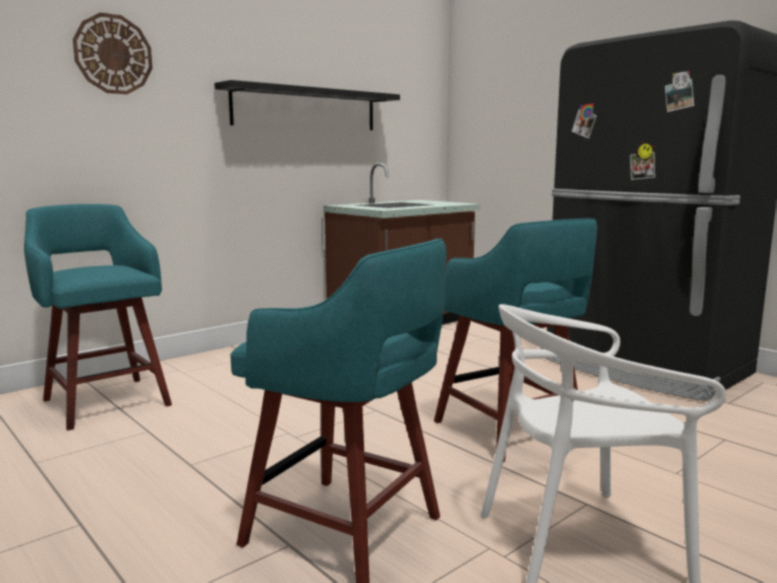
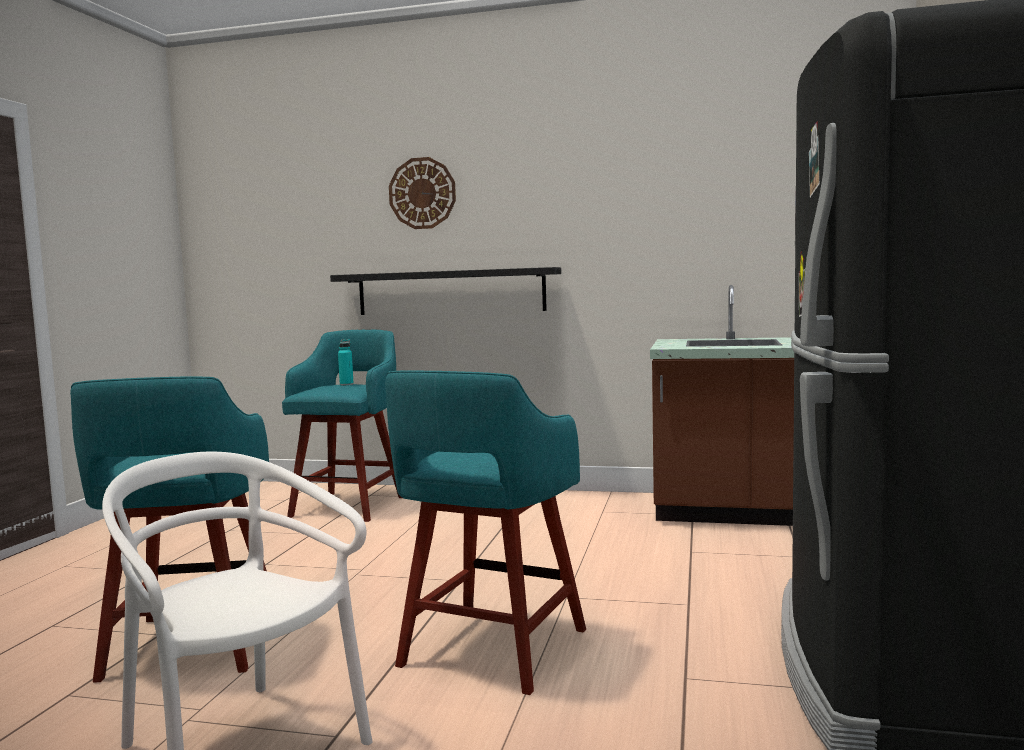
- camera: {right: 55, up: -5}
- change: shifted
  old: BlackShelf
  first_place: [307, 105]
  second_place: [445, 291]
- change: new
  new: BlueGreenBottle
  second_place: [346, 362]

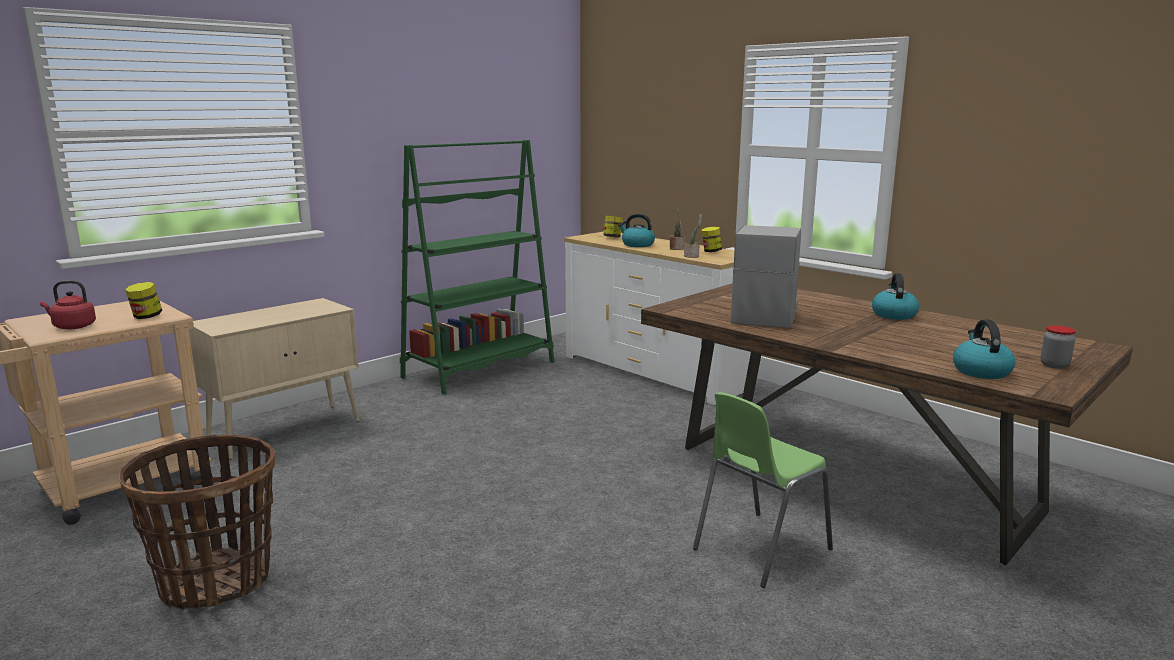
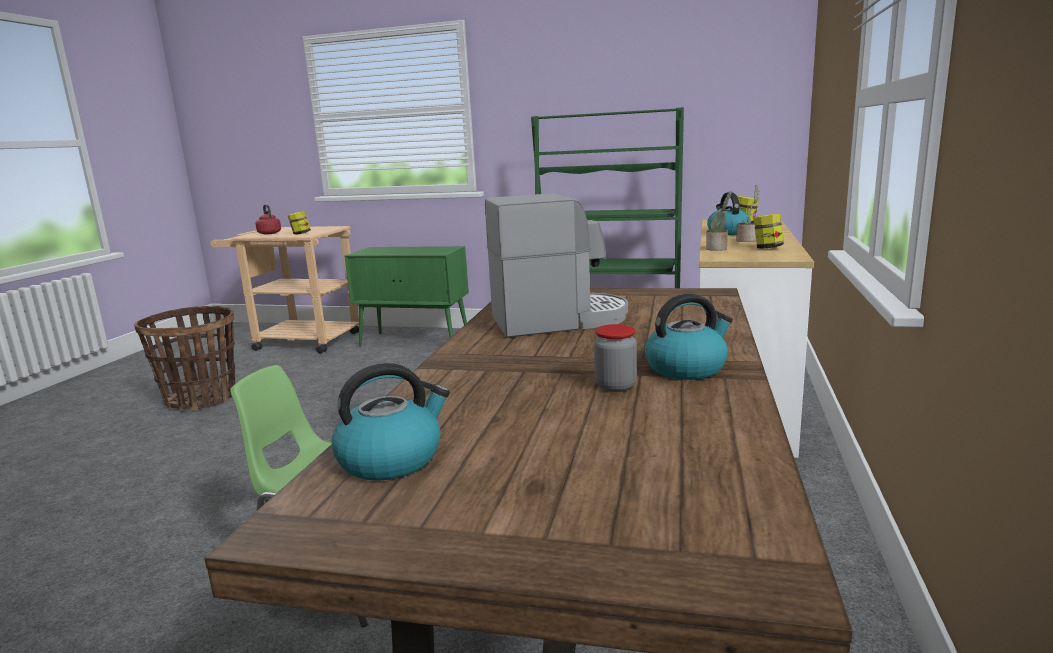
- camera: {right: 60, up: 0}
- change: repainted
  old: BeigeColouredStorageCabinet
  new: GreenStorageCabinet
  first_place: [274, 379]
  second_place: [407, 296]
- change: shifted
  old: StorageJar
  first_place: [1058, 347]
  second_place: [615, 358]

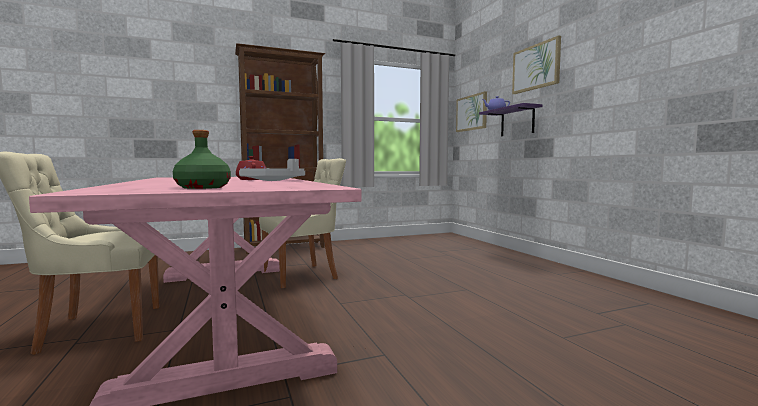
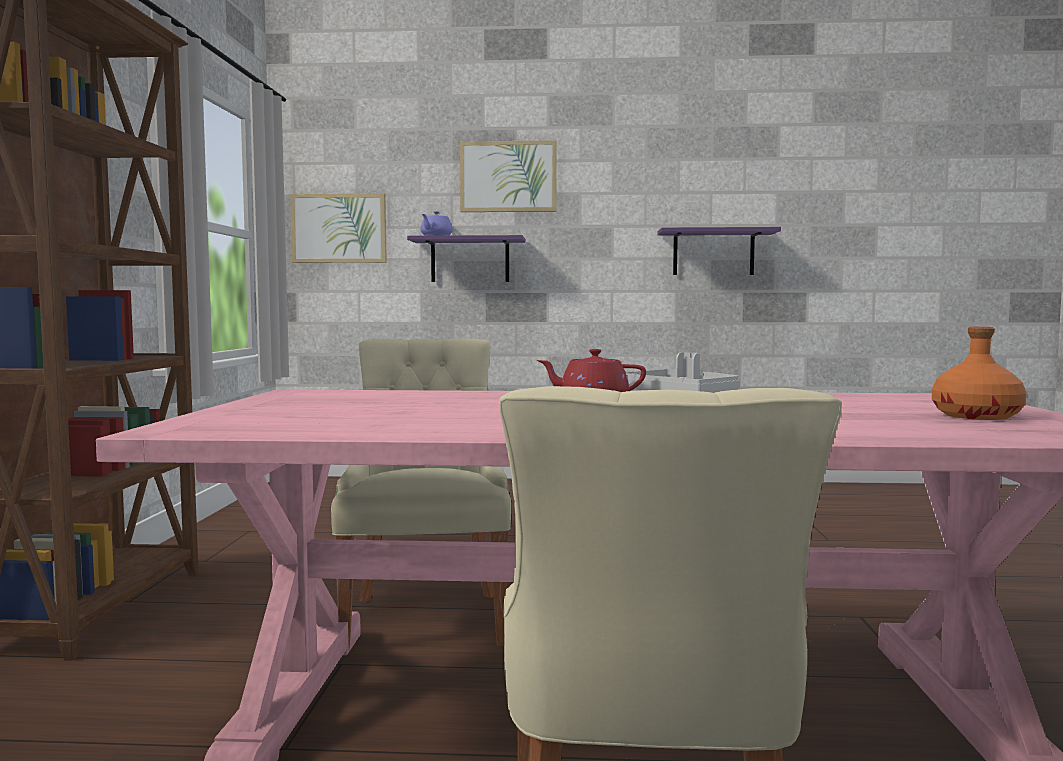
- camera: {right: -65, up: 0}
- change: new
  new: PurplishShelf
  second_place: [719, 251]
- change: repainted
  old: GreenBottle
  new: OrangeColouredBottle
  first_place: [202, 159]
  second_place: [979, 373]

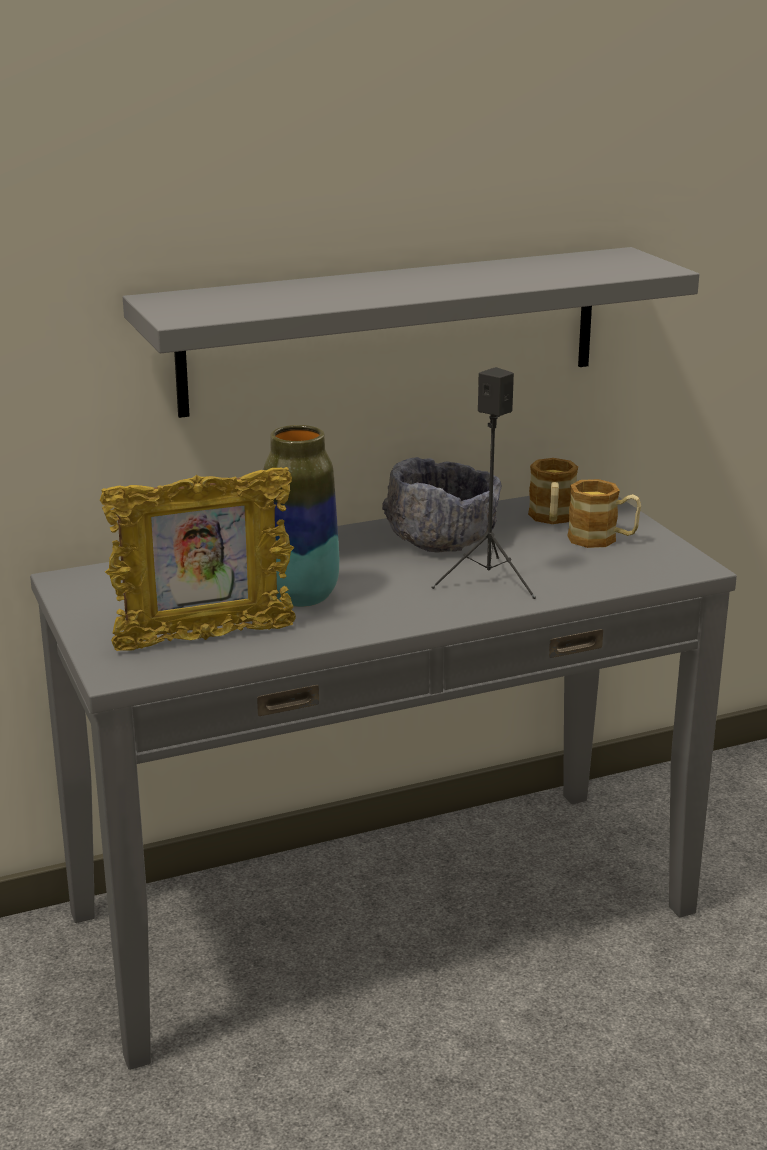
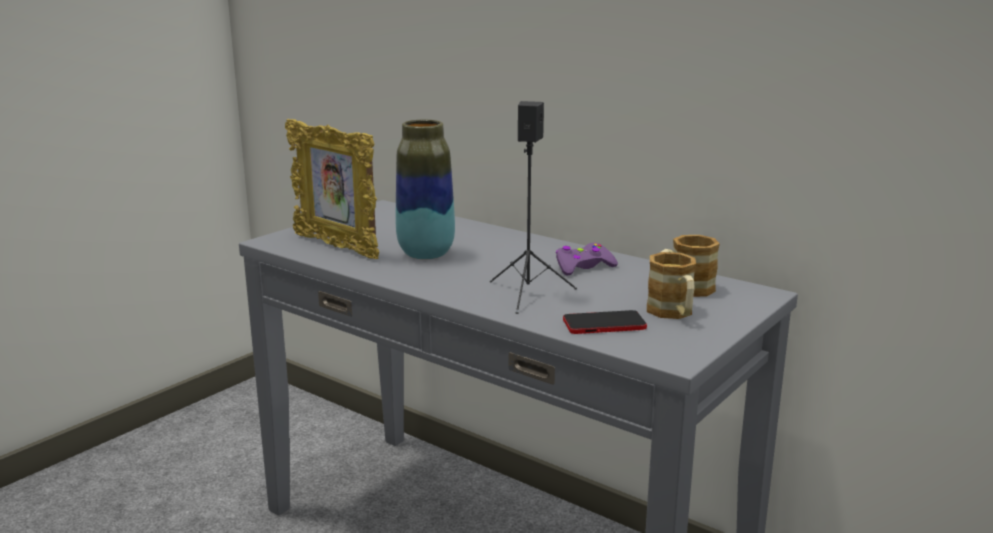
- camera: {right: 60, up: -5}
- change: swapped
  old: GreyishBowl
  new: PurplishJoypad
  first_place: [442, 505]
  second_place: [587, 259]
- change: new
  new: Phone
  second_place: [605, 322]
- change: gone
  old: GreyishShelf
  first_place: [411, 332]

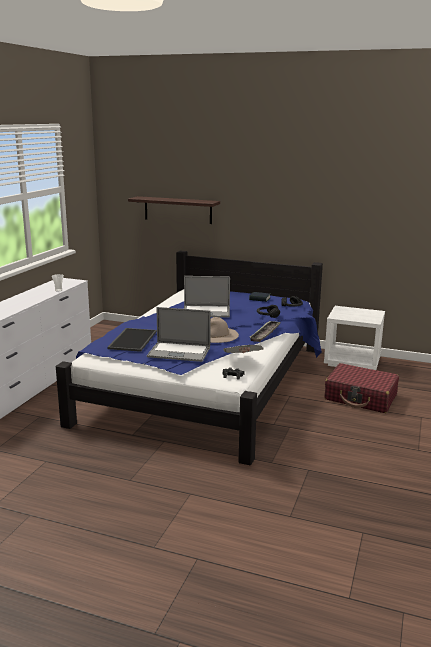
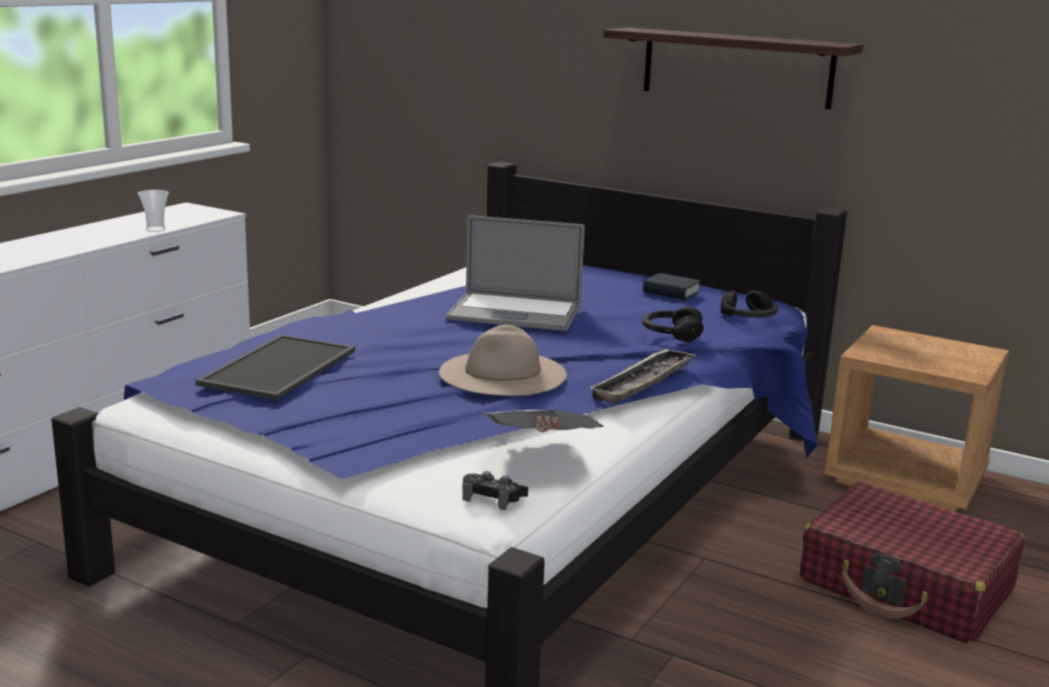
- camera: {right: 10, up: 0}
- change: shifted
  old: Shelf
  first_place: [174, 210]
  second_place: [733, 68]
- change: repainted
  old: WhiteColouredNightTable
  new: BrownColouredNightTable
  first_place: [354, 338]
  second_place: [916, 418]
- change: gone
  old: PortableComputer
  first_place: [179, 334]

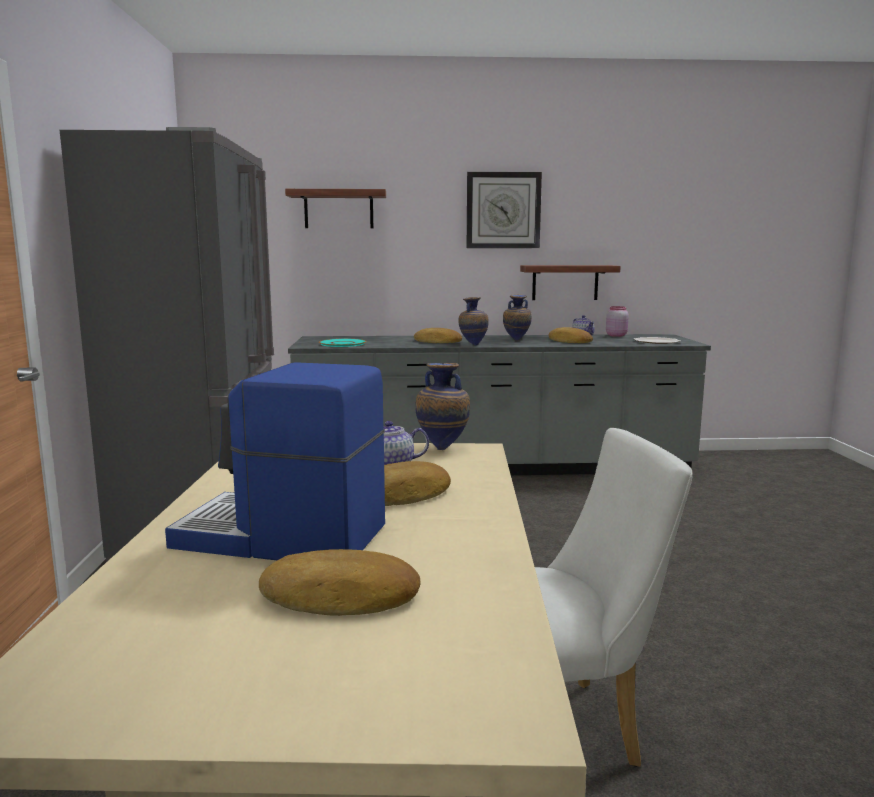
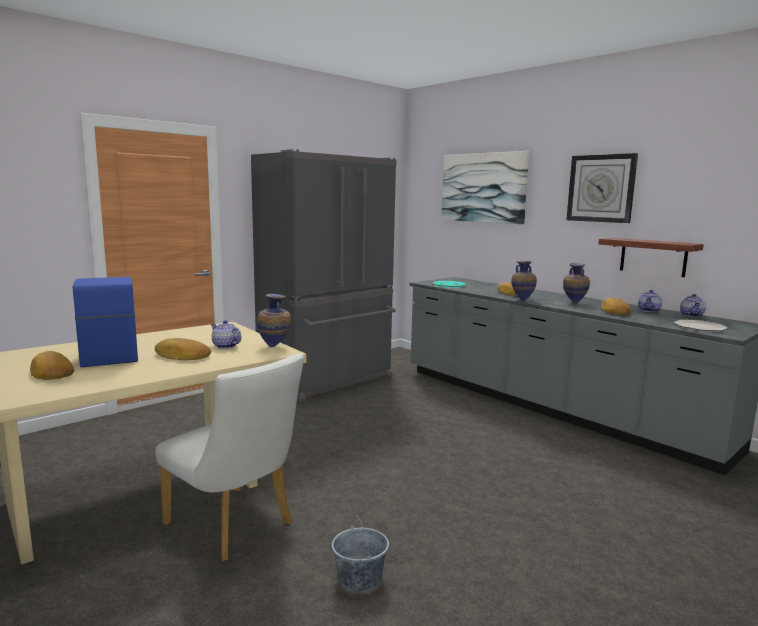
- camera: {right: 50, up: 0}
- change: new
  new: GreyishBucket
  second_place: [360, 553]
- change: swapped
  old: Shelf
  new: WallPicture
  first_place: [335, 208]
  second_place: [485, 187]
- change: swapped
  old: PinkColouredStorageJar
  new: PotForTea
  first_place: [617, 321]
  second_place: [693, 305]

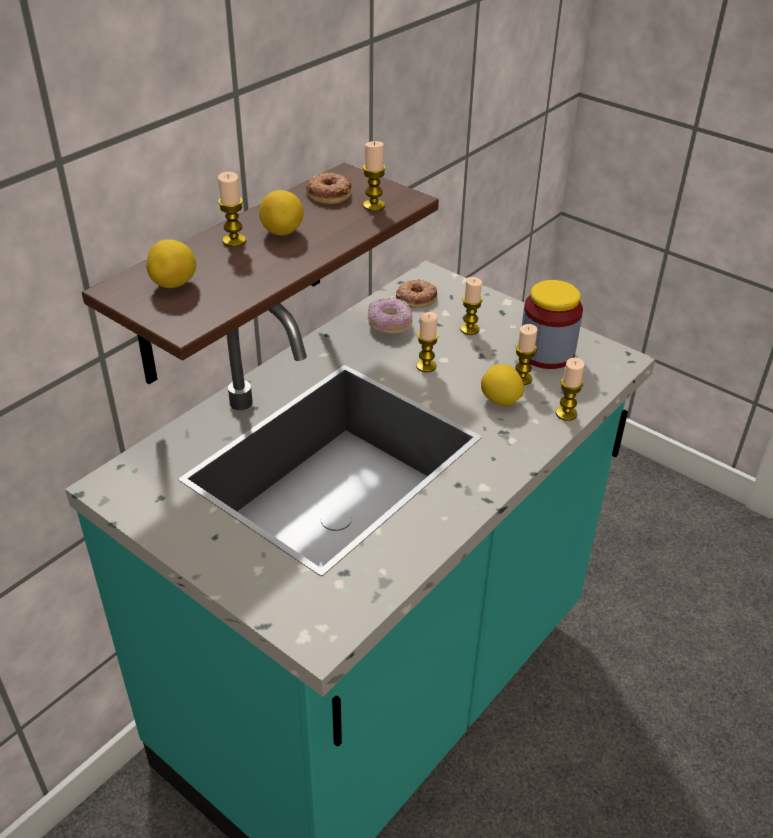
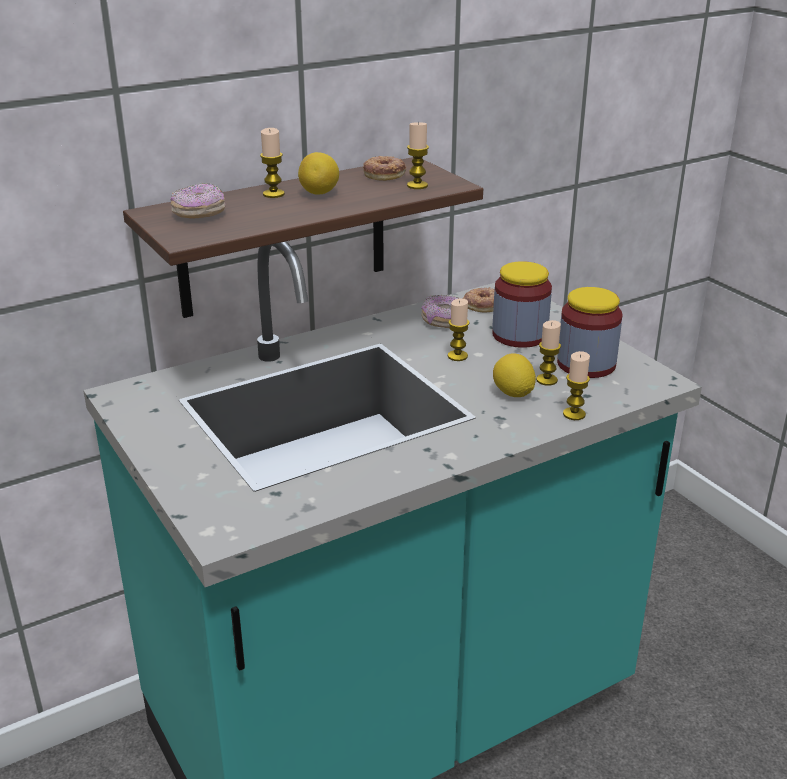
- camera: {right: 20, up: -10}
- change: swapped
  old: WholeLemon
  new: Doughnut
  first_place: [171, 263]
  second_place: [197, 201]
- change: swapped
  old: WaxCandle
  new: StorageJar
  first_place: [471, 306]
  second_place: [522, 304]

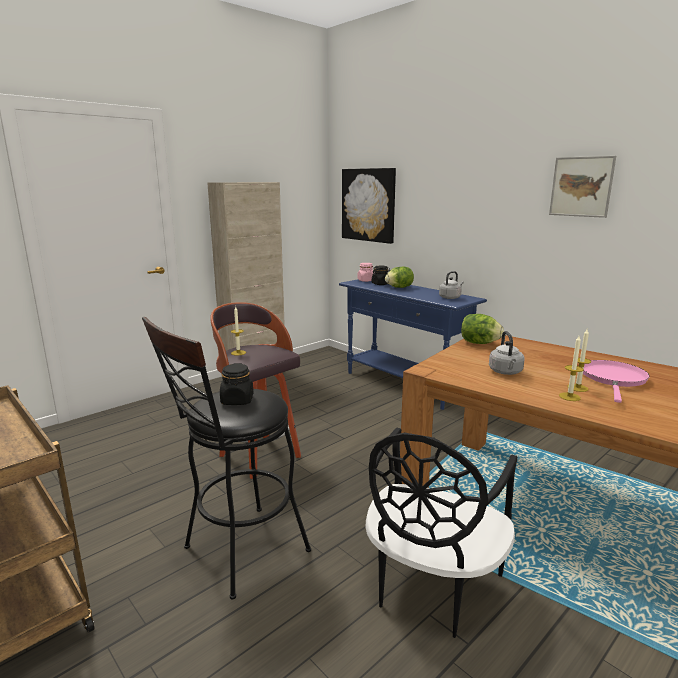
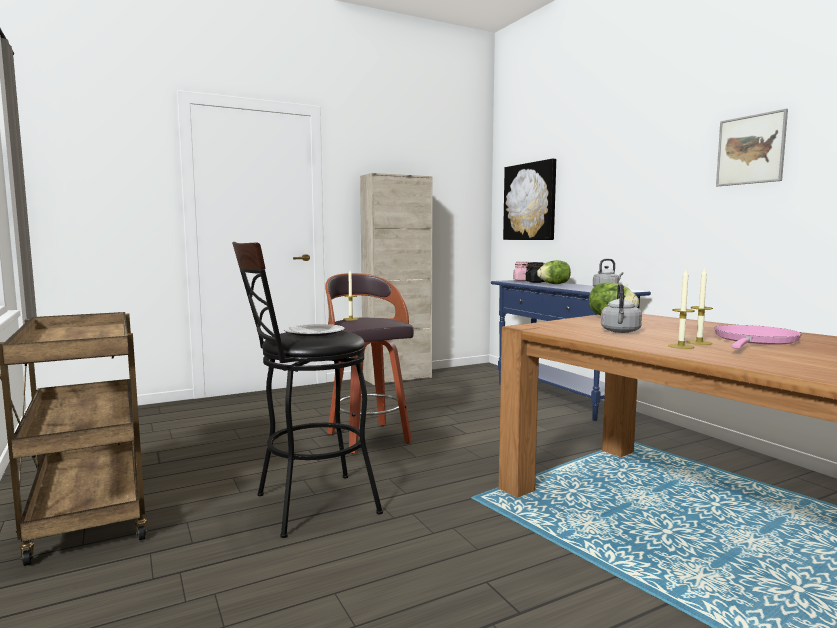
- camera: {right: 15, up: -10}
- change: swapped
  old: BlackStorageJar
  new: FlatDish
  first_place: [236, 384]
  second_place: [314, 330]
- change: gone
  old: BlackUprightChair
  first_place: [441, 533]

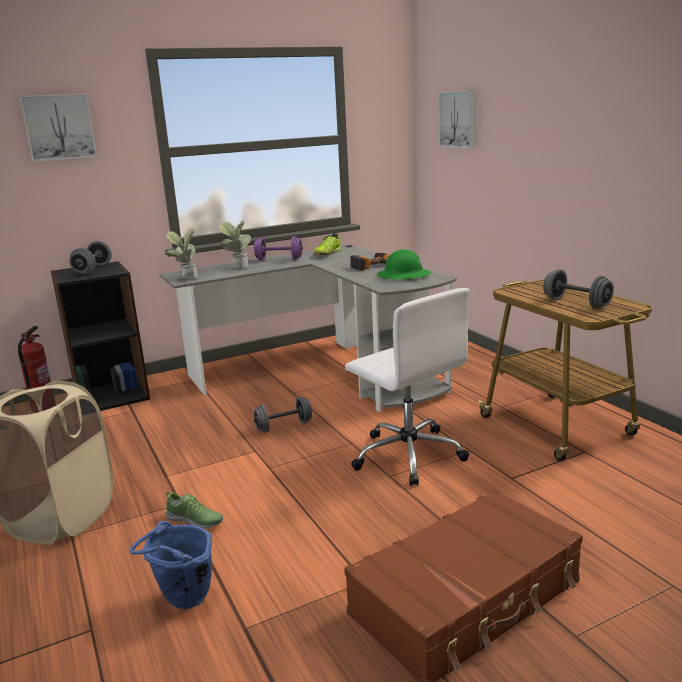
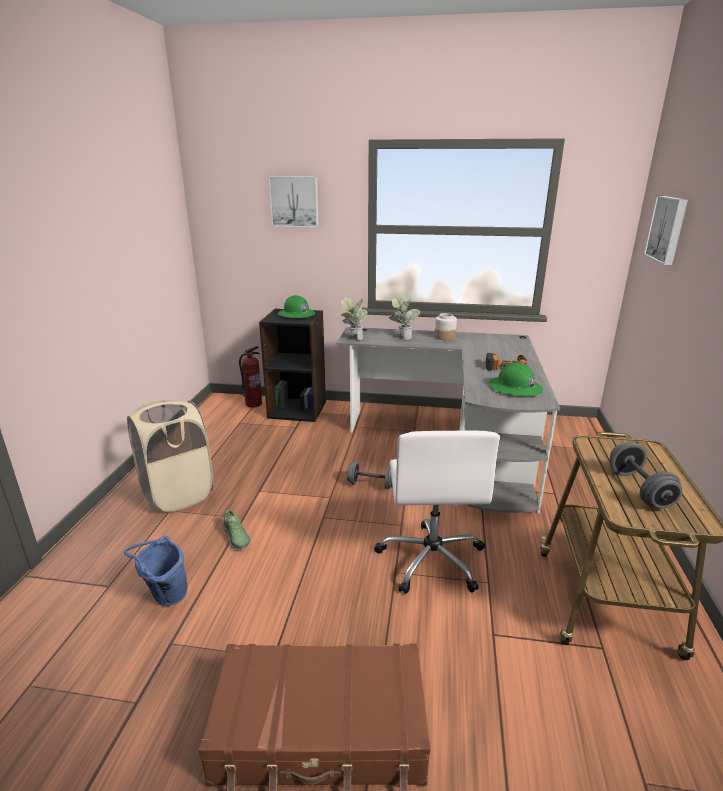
- camera: {right: 35, up: 5}
- change: swapped
  old: GreyishDumbbell
  new: GreenSafetyHelmet
  first_place: [90, 257]
  second_place: [296, 306]
- change: swapped
  old: PurplishDumbbell
  new: StorageJar
  first_place: [278, 248]
  second_place: [445, 326]
- change: gone
  old: LowShoe
  first_place: [327, 244]

